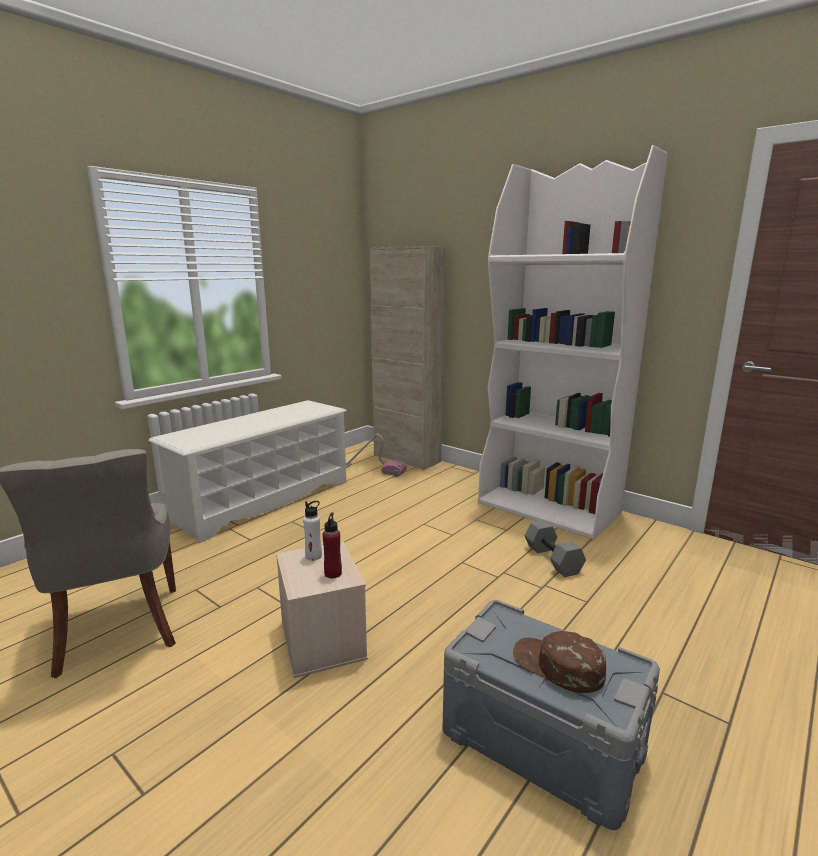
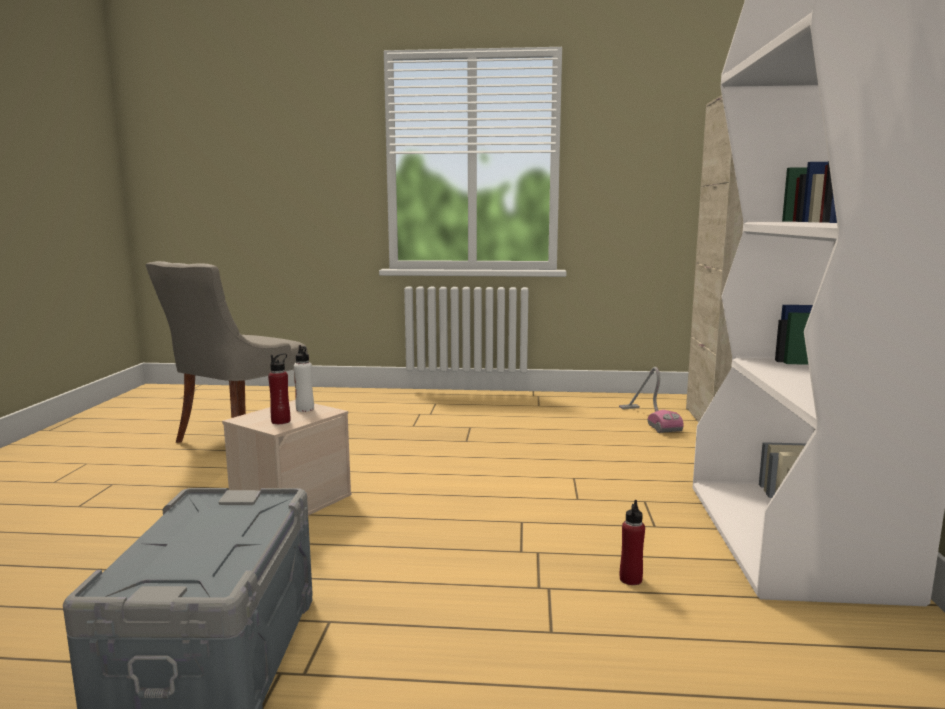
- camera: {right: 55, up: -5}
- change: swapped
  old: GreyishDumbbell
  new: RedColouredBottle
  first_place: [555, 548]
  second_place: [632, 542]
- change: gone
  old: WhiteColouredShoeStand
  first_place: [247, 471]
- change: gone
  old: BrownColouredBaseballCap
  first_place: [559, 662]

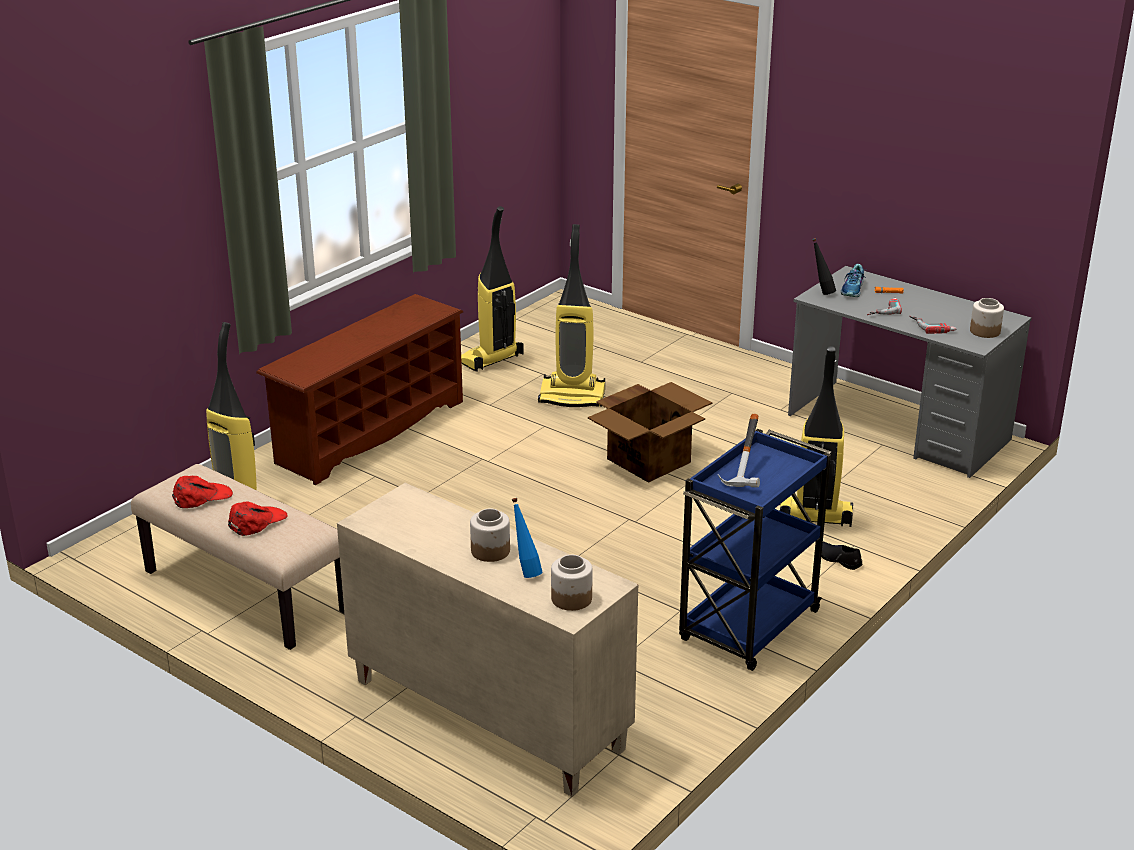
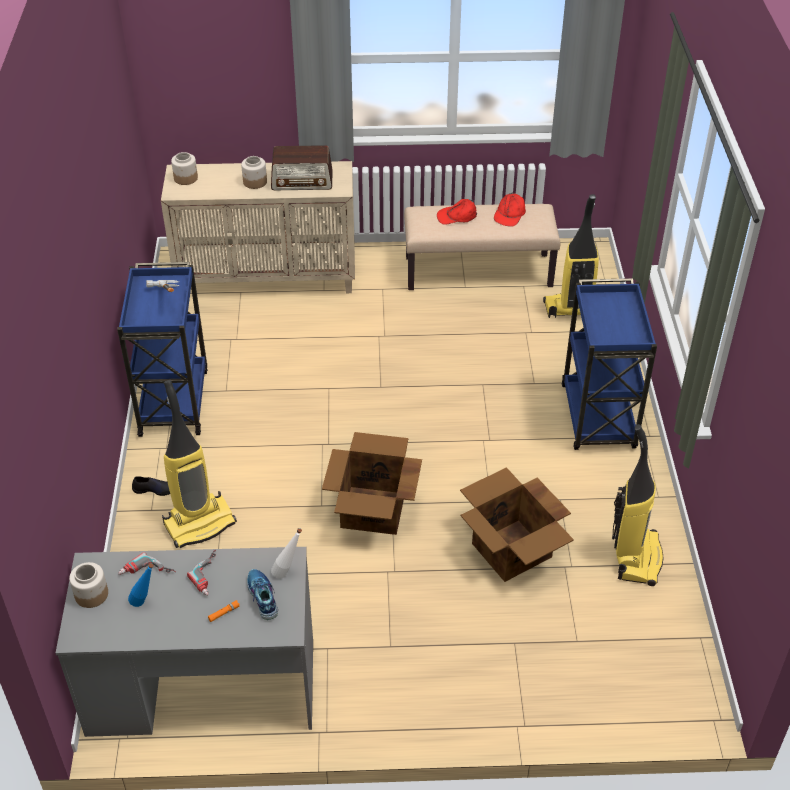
- camera: {right: 140, up: 15}
- change: shifted
  old: BlueBottle
  first_place: [527, 538]
  second_place: [141, 585]
- change: new
  new: RadioSet
  second_place: [302, 167]
- change: repainted
  old: BlackBottle
  new: WhiteColouredBottle
  first_place: [824, 266]
  second_place: [286, 553]
- change: rotated
  old: RedColouredBaseballCap
  first_place: [258, 518]
  second_place: [457, 212]
  degrees: 75
- change: swapped
  old: VacuumCleaner
  new: Carton
  first_place: [571, 315]
  second_place: [517, 524]
- change: swapped
  old: BrownColouredShoeStand
  new: BlueTrolley
  first_place: [359, 389]
  second_place: [609, 364]

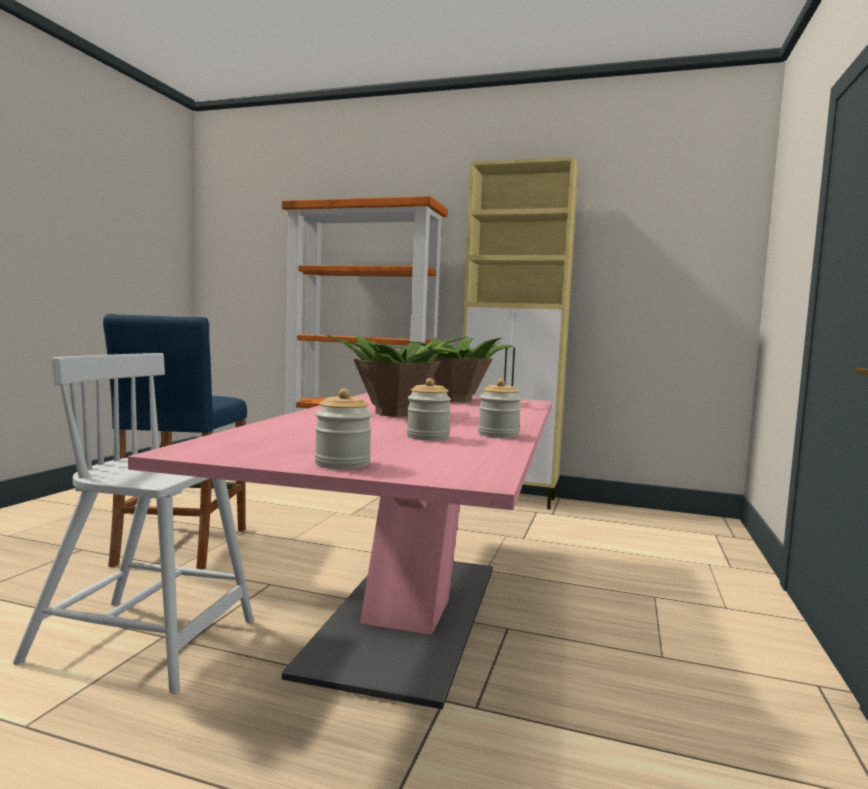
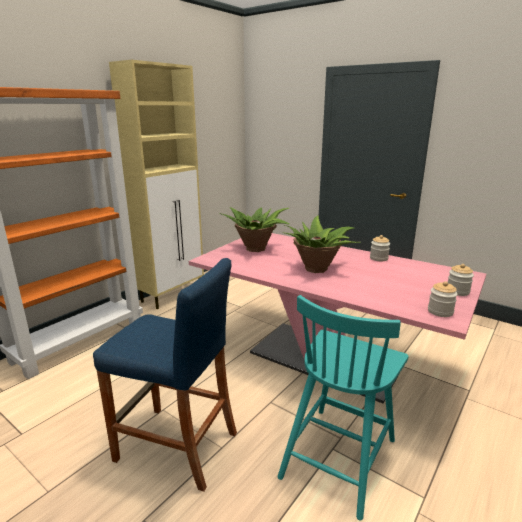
- camera: {right: -70, up: 15}
- change: repainted
  old: WhiteColouredUprightChair
  new: BlueGreenUprightChair
  first_place: [133, 523]
  second_place: [343, 407]
- change: shifted
  old: StorageJar
  first_place: [428, 409]
  second_place: [443, 299]

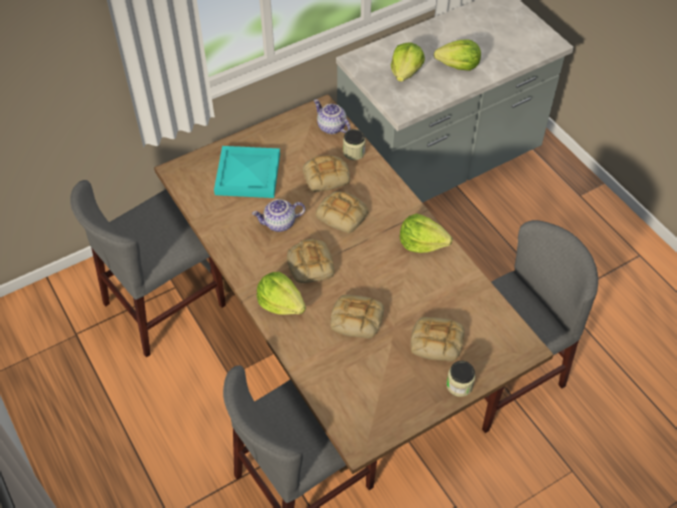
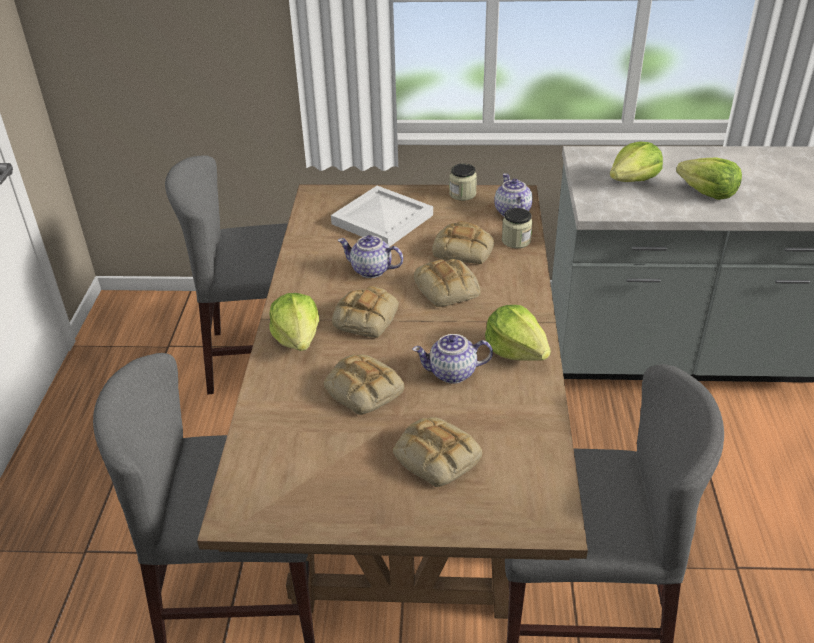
- camera: {right: 35, up: -15}
- change: repainted
  old: BlueGreenCarryingTray
  new: WhiteColouredCarryingTray
  first_place: [247, 172]
  second_place: [382, 216]
- change: new
  new: PotForTea
  second_place: [452, 359]
- change: shifted
  old: StorageJar
  first_place: [461, 379]
  second_place: [463, 182]

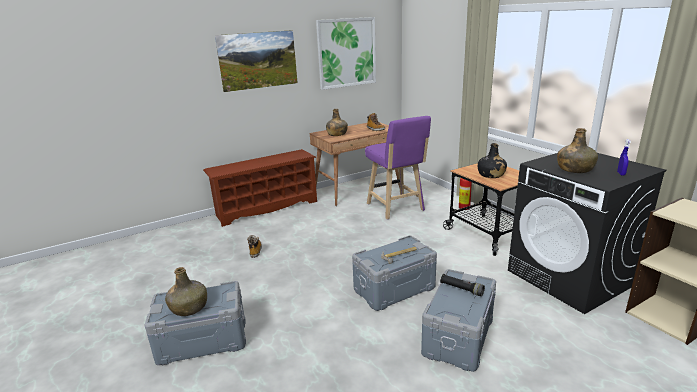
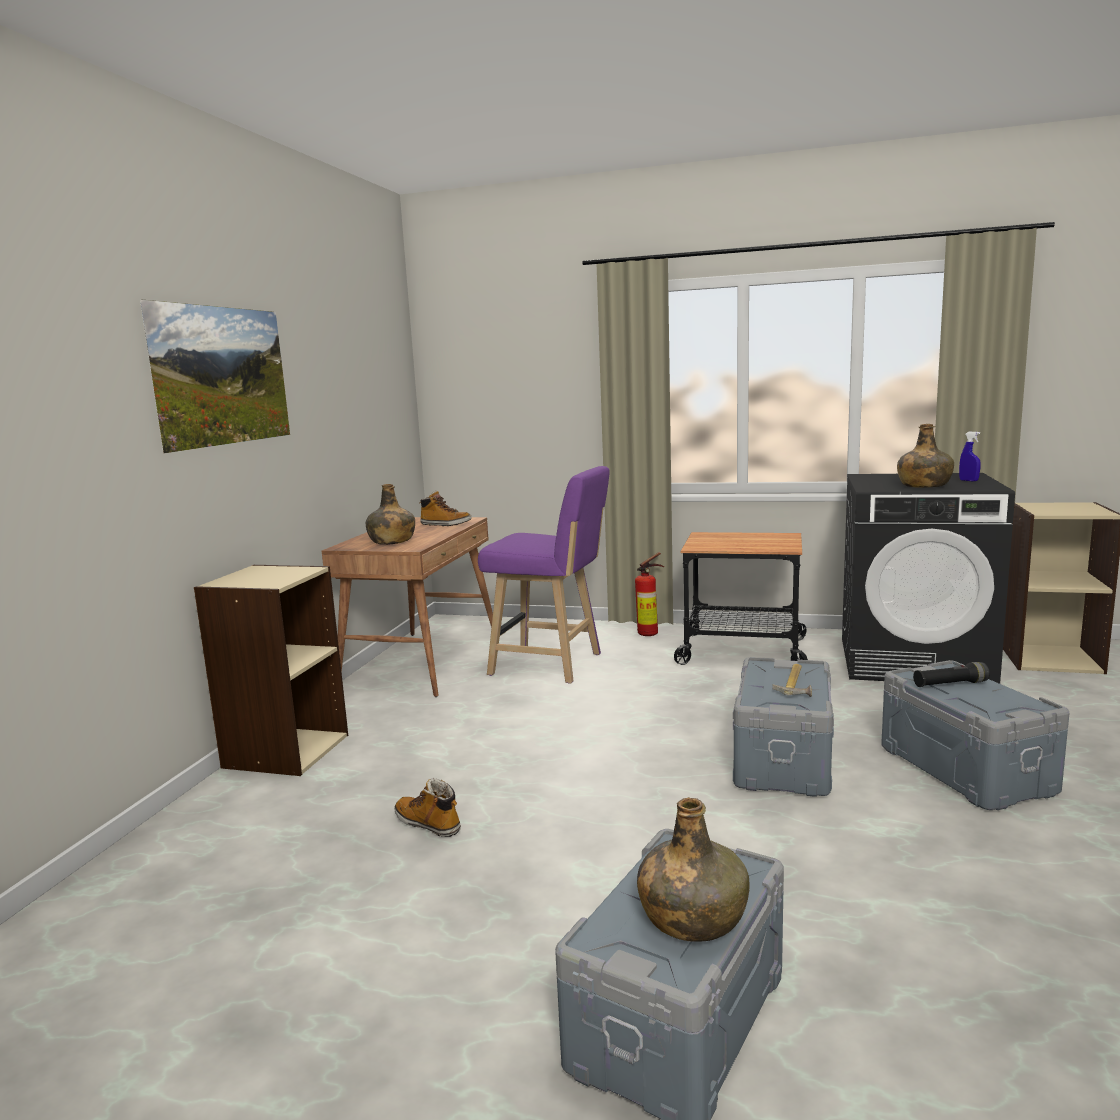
- camera: {right: -45, up: -10}
- change: swapped
  old: BrownColouredShoeStand
  new: BeigeColouredBookcase
  first_place: [260, 188]
  second_place: [271, 670]
- change: gone
  old: WallPicture
  first_place: [346, 53]
- change: gone
  old: BlackBottle
  first_place: [492, 160]

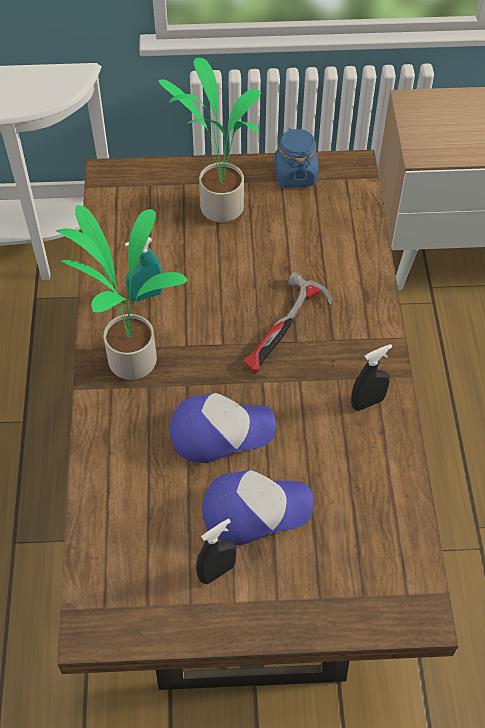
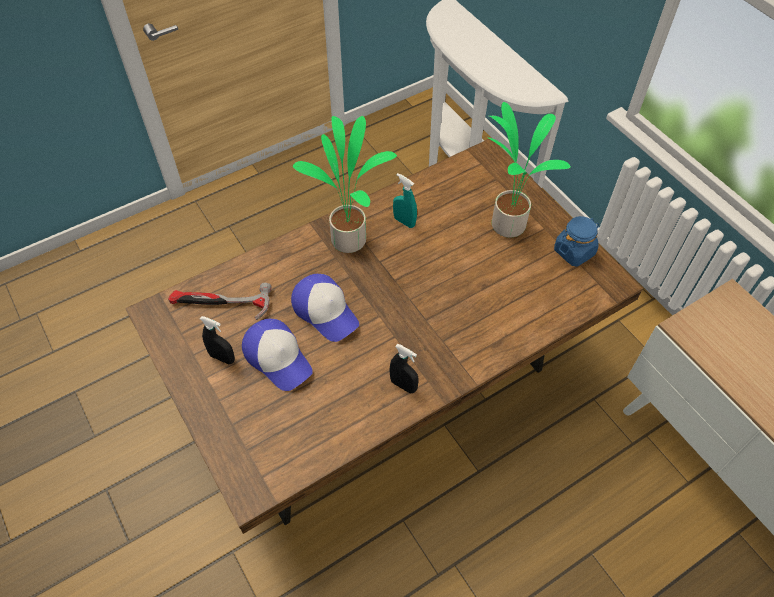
- camera: {right: 60, up: 0}
- change: shifted
  old: ToolHammer
  first_place: [288, 323]
  second_place: [220, 301]

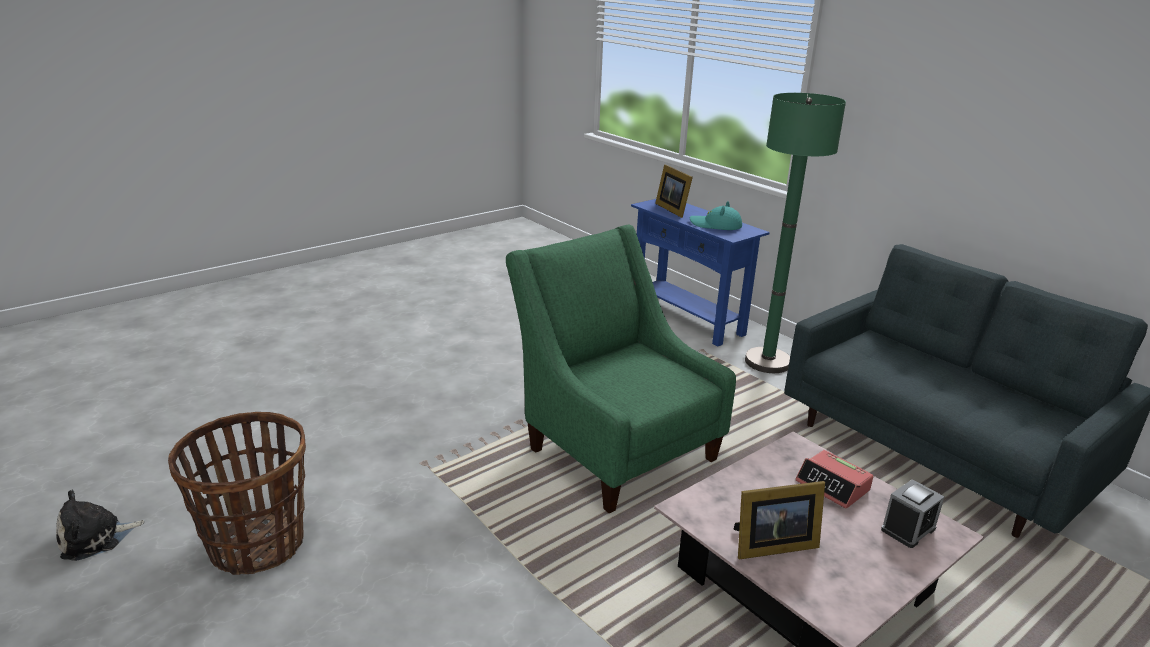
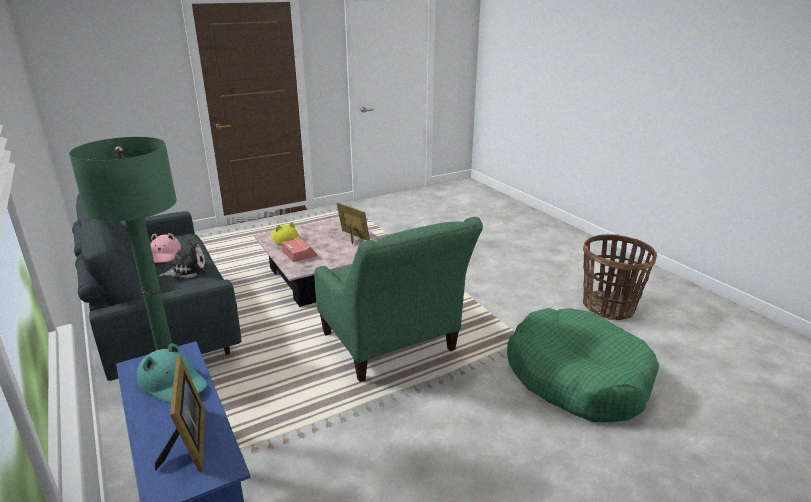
- camera: {right: -170, up: 0}
- change: new
  new: PinkColouredClothingHat
  second_place: [165, 248]
- change: shifted
  old: SoftToy
  first_place: [100, 525]
  second_place: [182, 259]
- change: swapped
  old: BedsideClock
  new: YellowishClothingHat
  first_place: [913, 513]
  second_place: [285, 233]
- change: rotated
  old: PhotoFrame
  first_place: [779, 520]
  second_place: [353, 224]
  degrees: 45
- change: new
  new: GreenPetBed
  second_place: [583, 365]

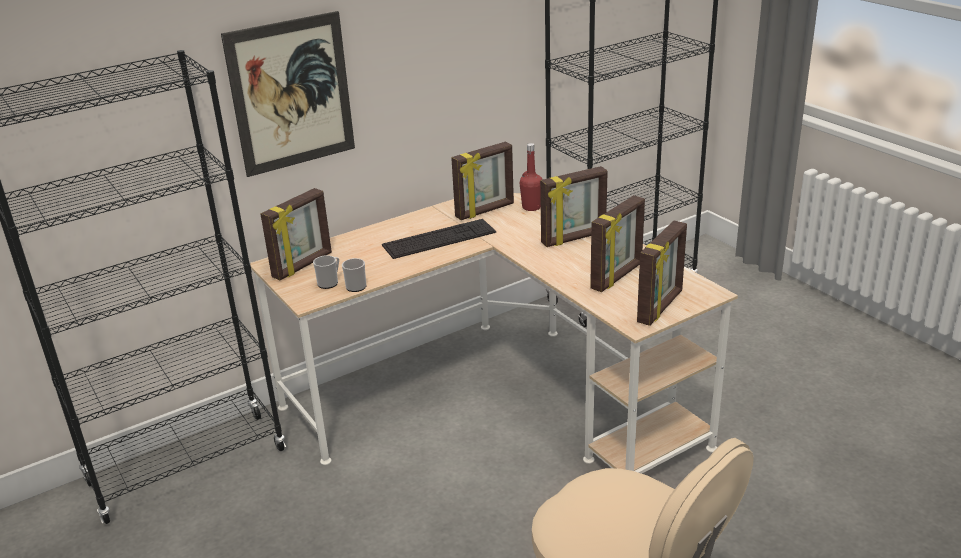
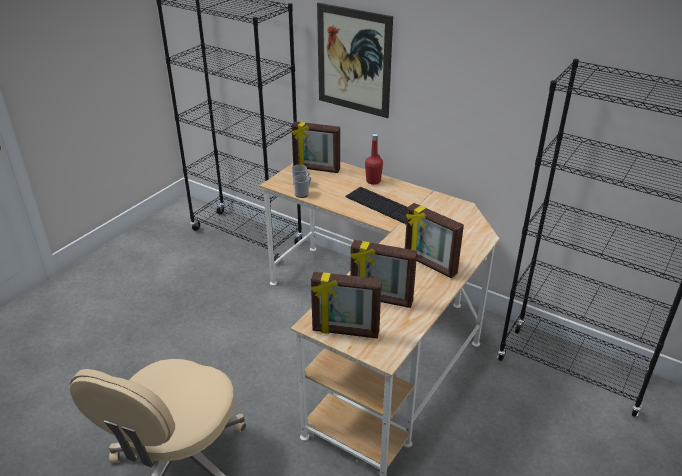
- camera: {right: 65, up: 5}
- change: shifted
  old: RedColouredBottle
  first_place: [531, 177]
  second_place: [374, 159]
- change: gone
  old: PhotoFrame
  first_place: [482, 181]

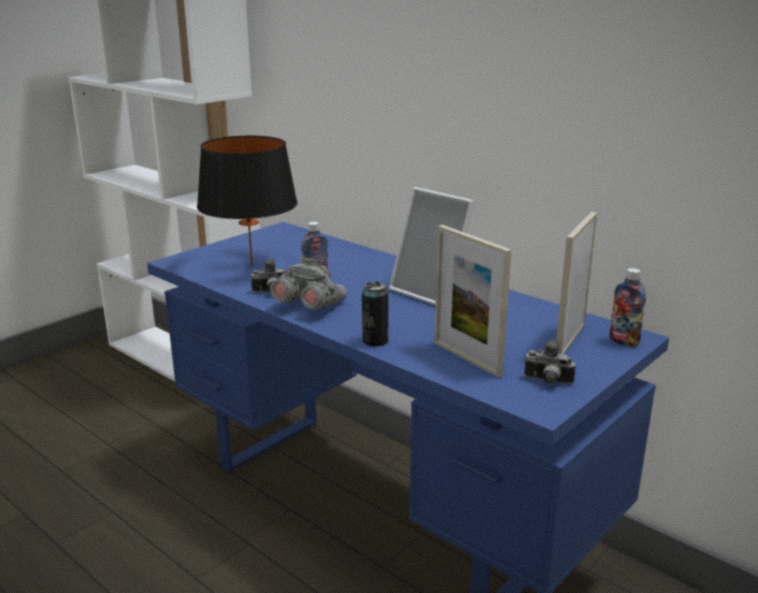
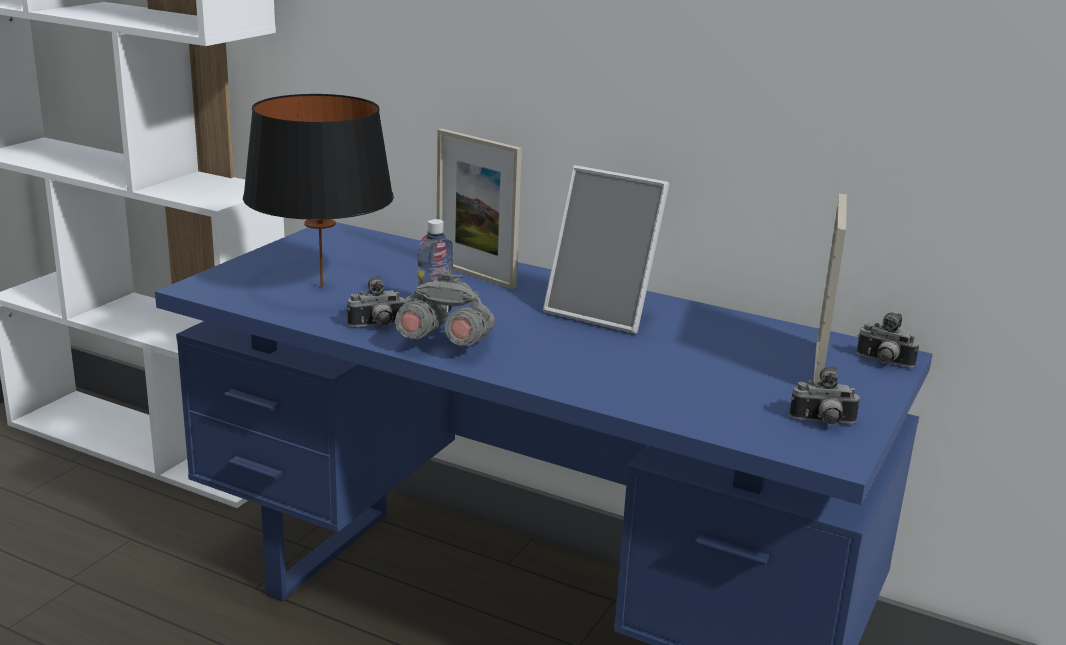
- camera: {right: -15, up: 0}
- change: shifted
  old: PhotoFrame
  first_place: [473, 301]
  second_place: [479, 209]
- change: swapped
  old: Bottle
  new: StillCamera
  first_place: [627, 307]
  second_place: [888, 340]
- change: gone
  old: Can
  first_place: [375, 314]

